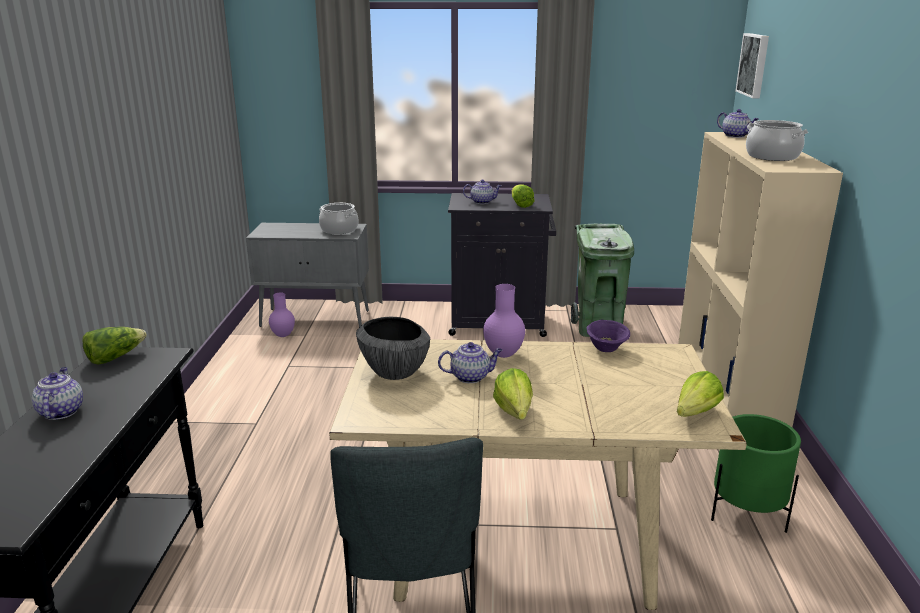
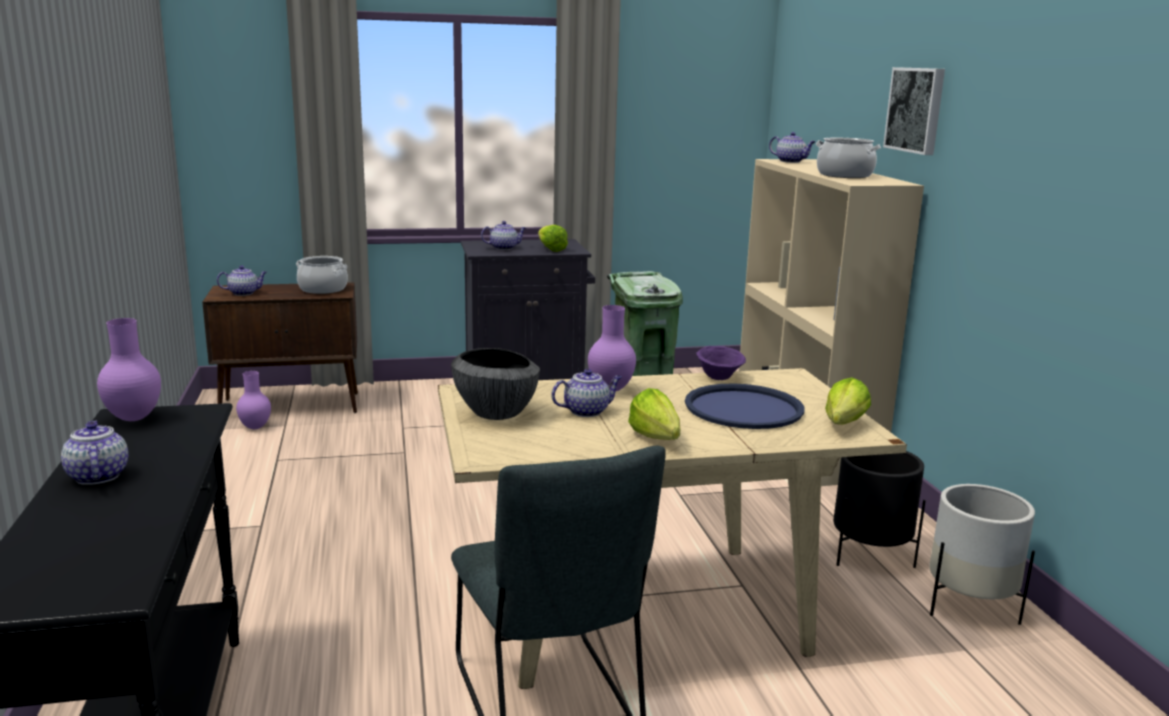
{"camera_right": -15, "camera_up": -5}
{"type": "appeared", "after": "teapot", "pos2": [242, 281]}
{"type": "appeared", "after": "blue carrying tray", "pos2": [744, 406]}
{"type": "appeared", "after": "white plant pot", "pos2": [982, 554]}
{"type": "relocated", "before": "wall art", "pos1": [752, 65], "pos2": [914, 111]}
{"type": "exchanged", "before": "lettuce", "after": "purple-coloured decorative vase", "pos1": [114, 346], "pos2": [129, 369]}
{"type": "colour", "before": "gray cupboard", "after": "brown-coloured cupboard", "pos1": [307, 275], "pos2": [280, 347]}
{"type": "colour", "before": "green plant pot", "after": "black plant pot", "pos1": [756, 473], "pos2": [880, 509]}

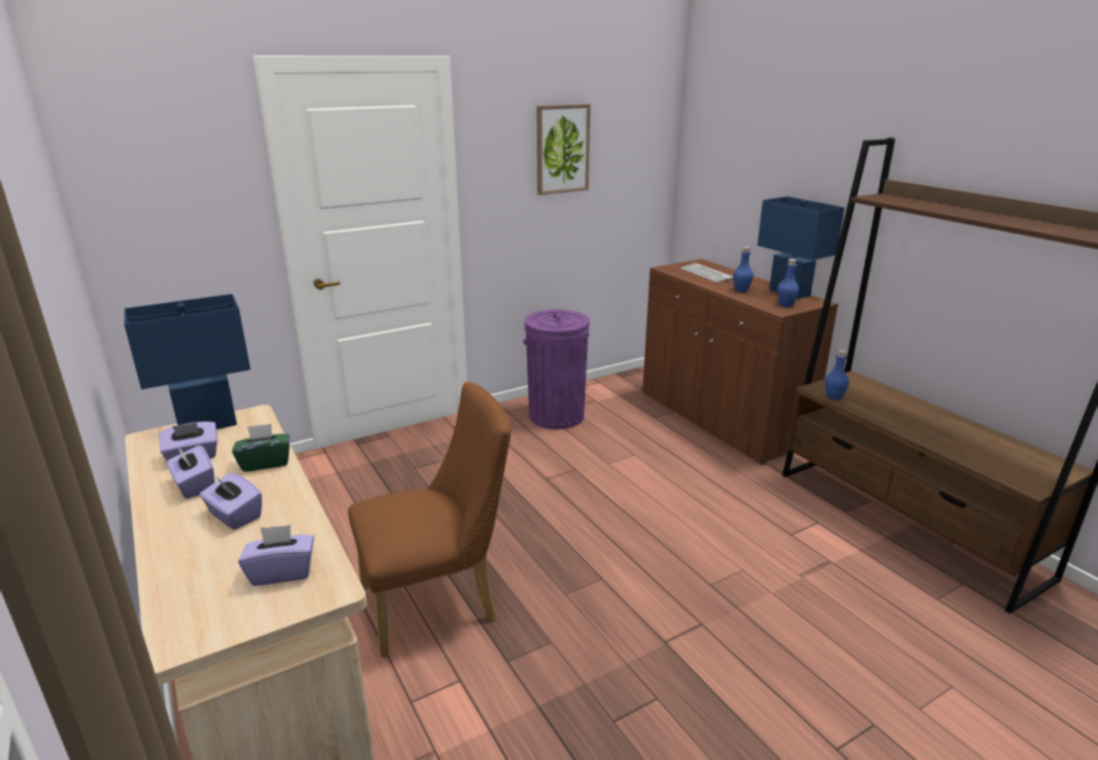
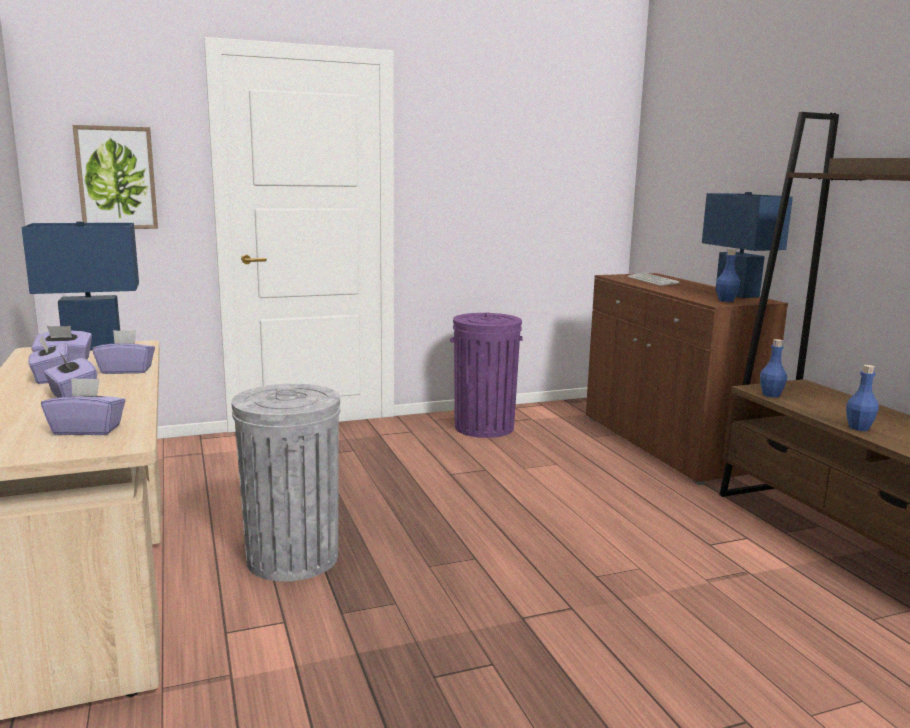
{"camera_right": 10, "camera_up": -10}
{"type": "relocated", "before": "wall art", "pos1": [563, 149], "pos2": [115, 177]}
{"type": "relocated", "before": "blue drink bottle", "pos1": [743, 269], "pos2": [862, 398]}
{"type": "exchanged", "before": "brown-coloured plain chair", "after": "gray rubbish bin", "pos1": [430, 520], "pos2": [285, 483]}
{"type": "colour", "before": "green tissue holder", "after": "purple-coloured tissue holder", "pos1": [261, 447], "pos2": [123, 352]}

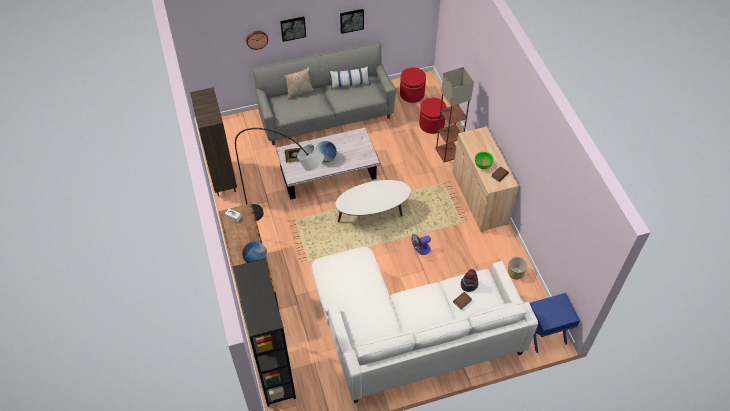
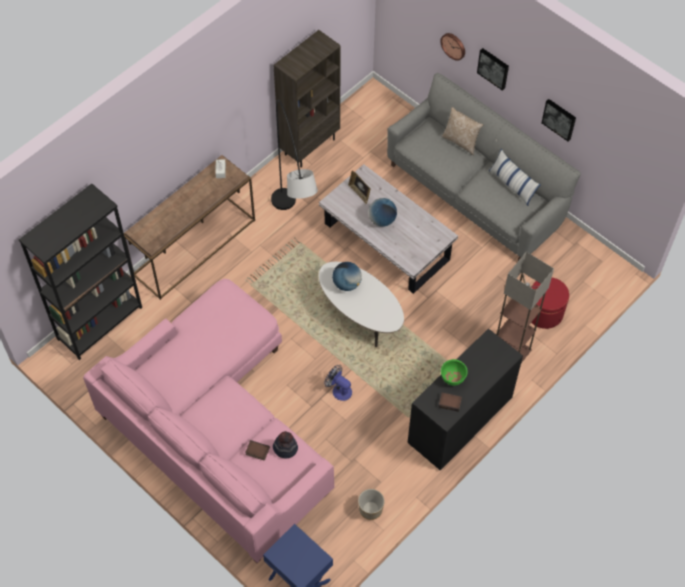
{"camera_right": 60, "camera_up": 5}
{"type": "missing", "before": "reddish footrest", "pos1": [413, 85]}
{"type": "relocated", "before": "desk globe", "pos1": [254, 252], "pos2": [347, 276]}
{"type": "colour", "before": "white sofa", "after": "pink sofa", "pos1": [425, 325], "pos2": [208, 421]}
{"type": "colour", "before": "sand-coloured cupboard", "after": "black cupboard", "pos1": [486, 179], "pos2": [465, 399]}

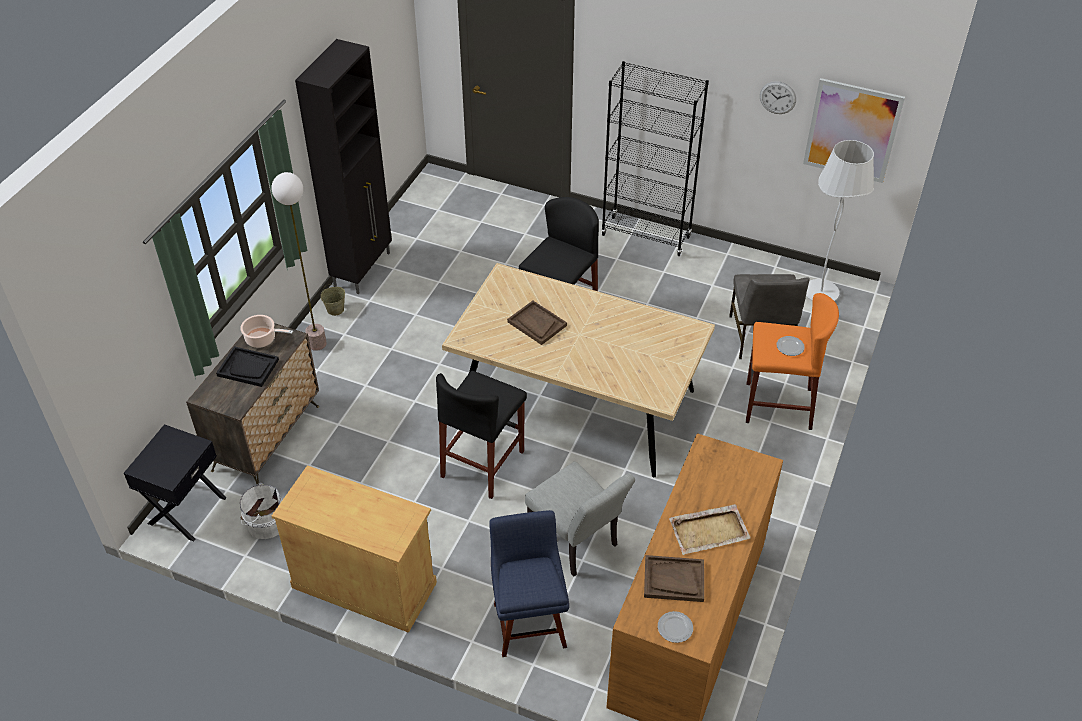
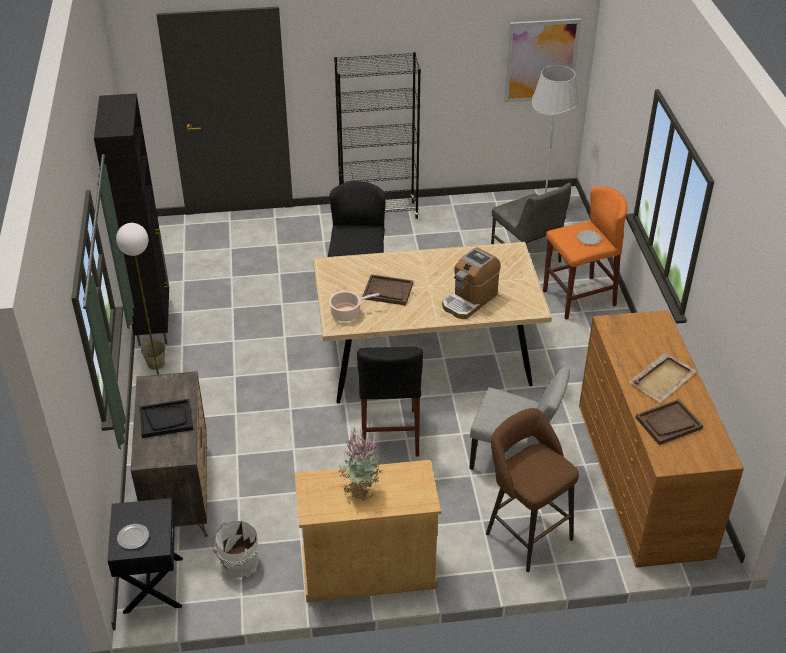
{"camera_right": -30, "camera_up": -5}
{"type": "missing", "before": "hanging clock", "pos1": [778, 97]}
{"type": "appeared", "after": "potted plant", "pos2": [361, 464]}
{"type": "appeared", "after": "coffee maker", "pos2": [471, 283]}
{"type": "relocated", "before": "stockpot", "pos1": [266, 331], "pos2": [354, 306]}
{"type": "relocated", "before": "dinner plate", "pos1": [675, 627], "pos2": [133, 536]}
{"type": "exchanged", "before": "blue plain chair", "after": "brown-coloured sitting stool", "pos1": [529, 583], "pos2": [532, 490]}

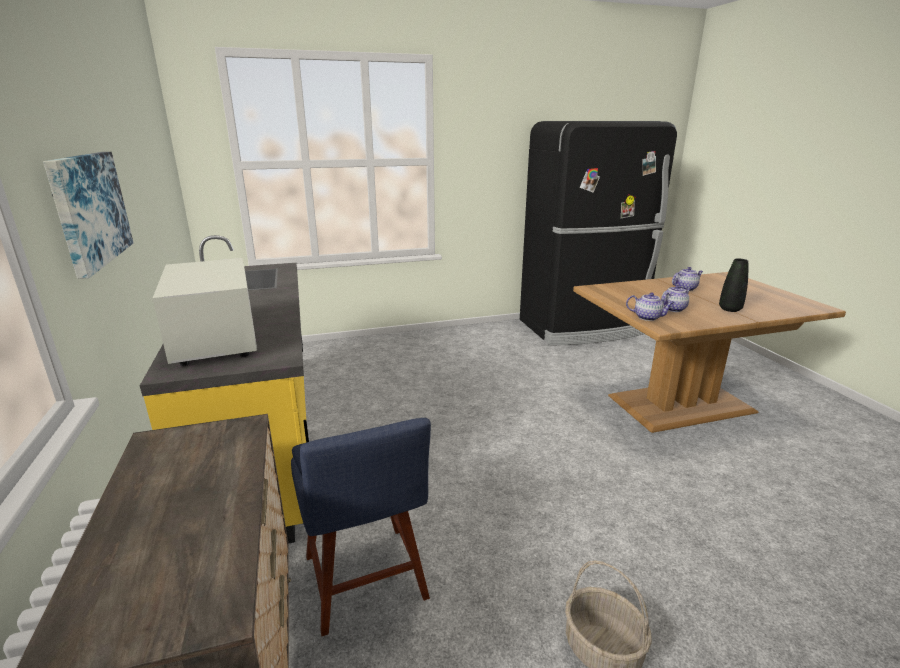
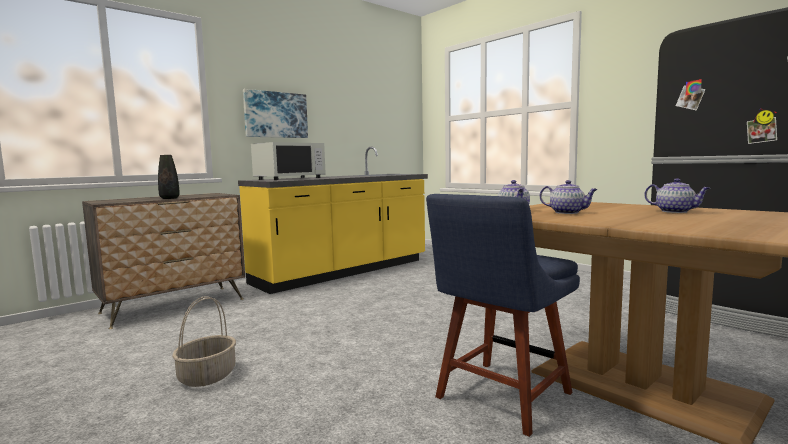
{"camera_right": 65, "camera_up": -15}
{"type": "relocated", "before": "blue plain chair", "pos1": [361, 527], "pos2": [503, 315]}
{"type": "relocated", "before": "black decorative vase", "pos1": [733, 285], "pos2": [169, 177]}

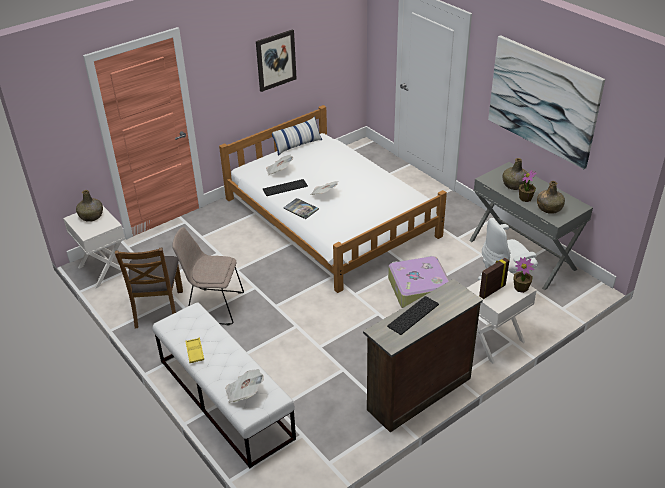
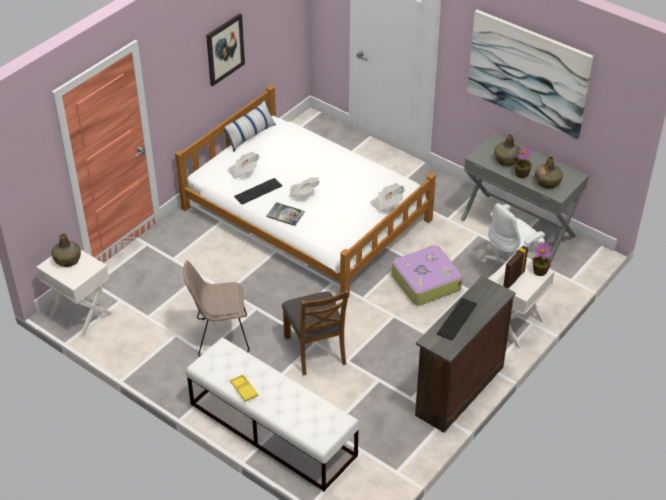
{"camera_right": -15, "camera_up": 5}
{"type": "relocated", "before": "brown-coloured plain chair", "pos1": [149, 288], "pos2": [315, 332]}
{"type": "relocated", "before": "printed paper", "pos1": [244, 386], "pos2": [387, 197]}

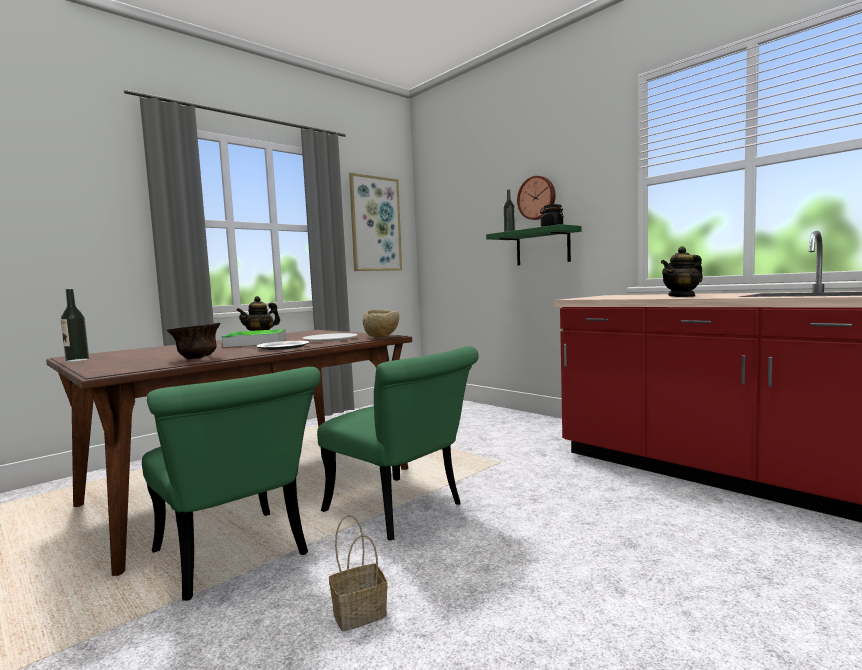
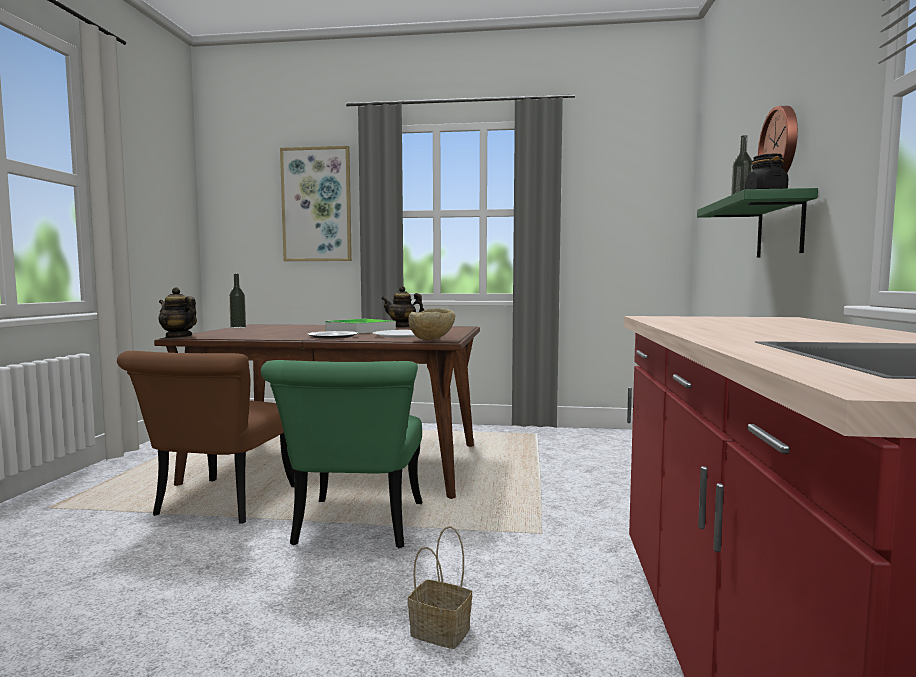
{"camera_right": 50, "camera_up": 0}
{"type": "missing", "before": "brown-coloured deep dish", "pos1": [193, 341]}
{"type": "relocated", "before": "household basket", "pos1": [358, 573], "pos2": [440, 587]}
{"type": "relocated", "before": "wall art", "pos1": [375, 222], "pos2": [316, 203]}
{"type": "relocated", "before": "teapot", "pos1": [682, 271], "pos2": [177, 312]}
{"type": "colour", "before": "green plain chair", "after": "brown-coloured plain chair", "pos1": [231, 484], "pos2": [206, 437]}

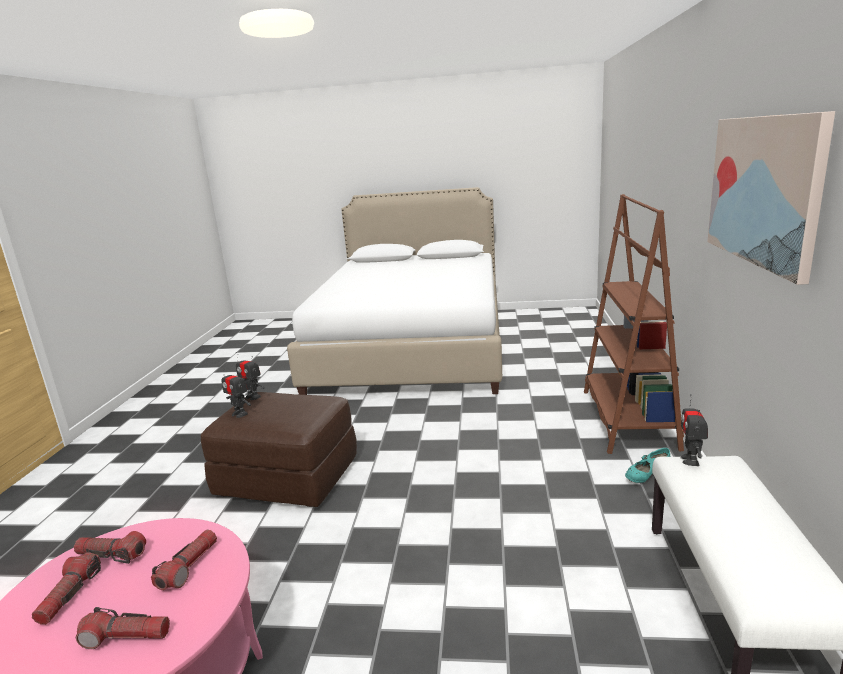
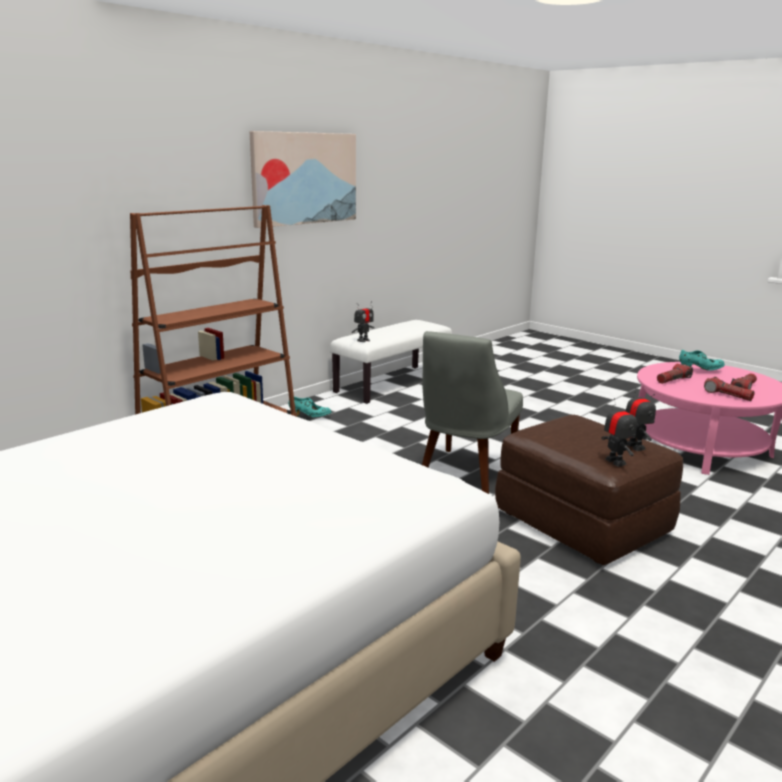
{"camera_right": -145, "camera_up": 0}
{"type": "appeared", "after": "gray plain chair", "pos2": [472, 412]}
{"type": "exchanged", "before": "torch", "after": "turquoise-coloured low shoe", "pos1": [123, 628], "pos2": [702, 360]}

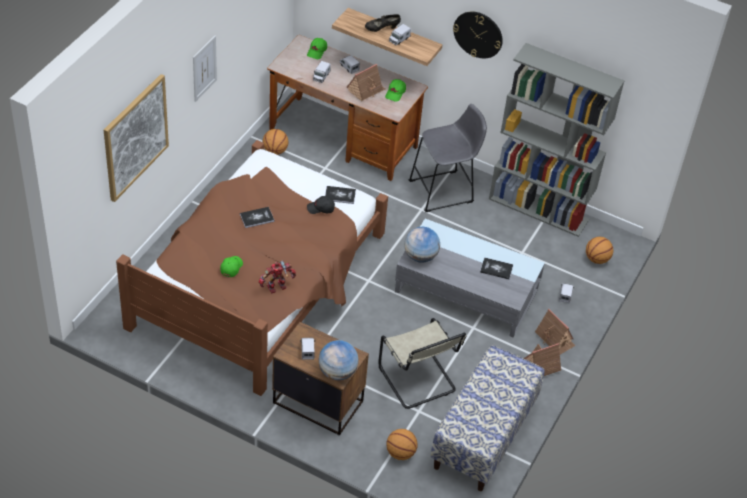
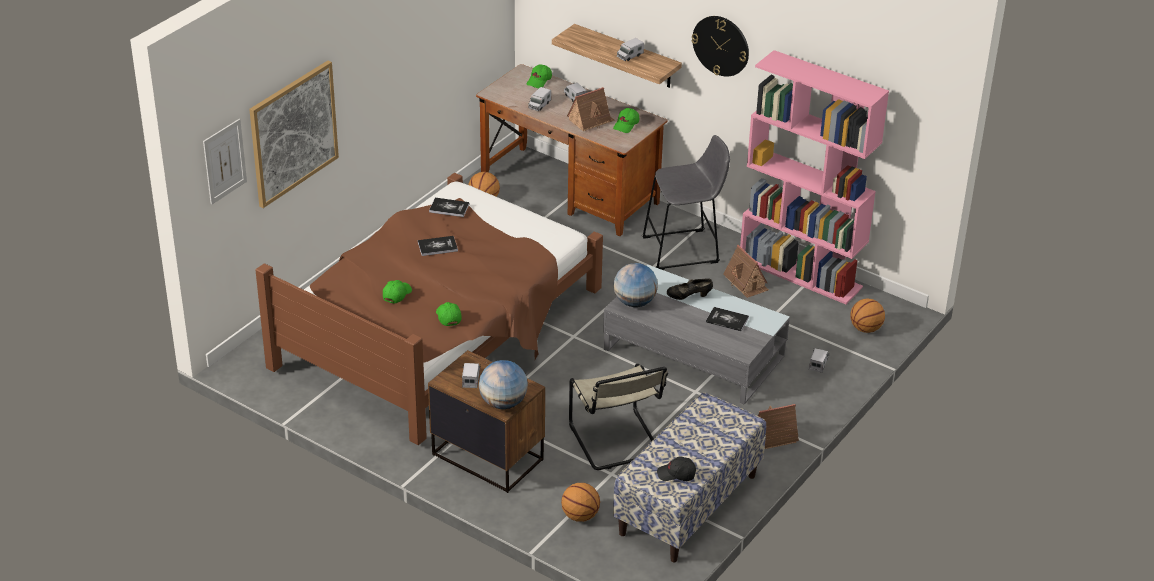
{"camera_right": 10, "camera_up": -10}
{"type": "relocated", "before": "wall art", "pos1": [205, 69], "pos2": [225, 162]}
{"type": "relocated", "before": "black peaked cap", "pos1": [321, 205], "pos2": [676, 469]}
{"type": "relocated", "before": "book", "pos1": [340, 195], "pos2": [449, 207]}
{"type": "relocated", "before": "black low shoe", "pos1": [383, 23], "pos2": [690, 289]}
{"type": "relocated", "before": "miniature house", "pos1": [555, 331], "pos2": [746, 271]}
{"type": "exchanged", "before": "robot figure", "after": "green peaked cap", "pos1": [277, 277], "pos2": [449, 314]}
{"type": "colour", "before": "gray bookshelf", "after": "pink bookshelf", "pos1": [556, 140], "pos2": [814, 177]}

